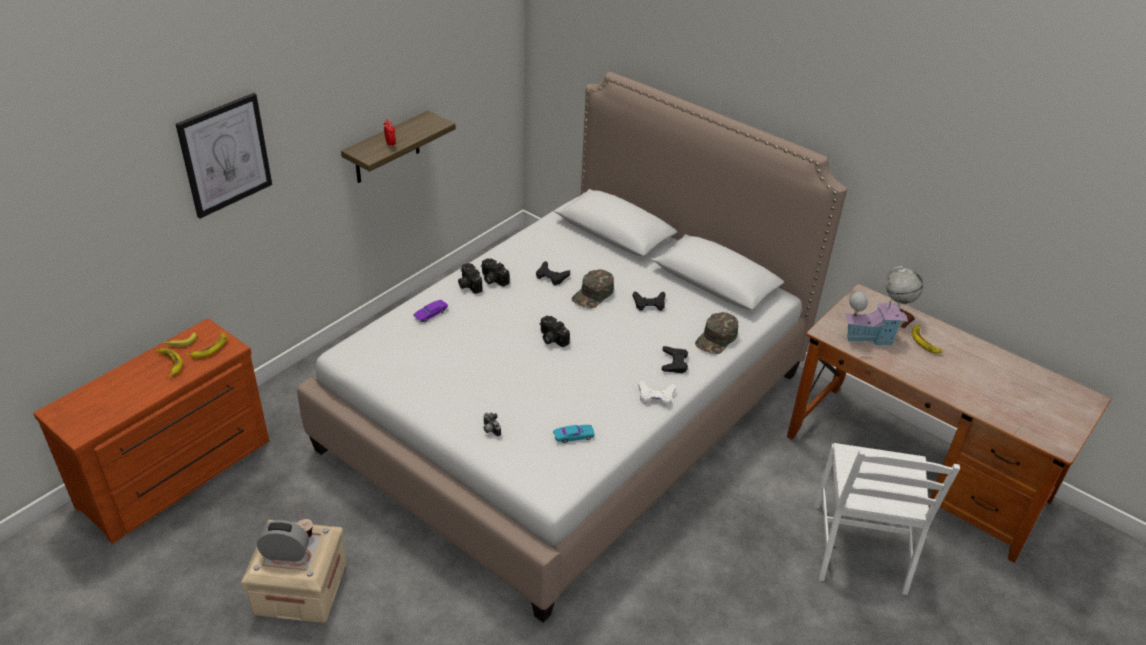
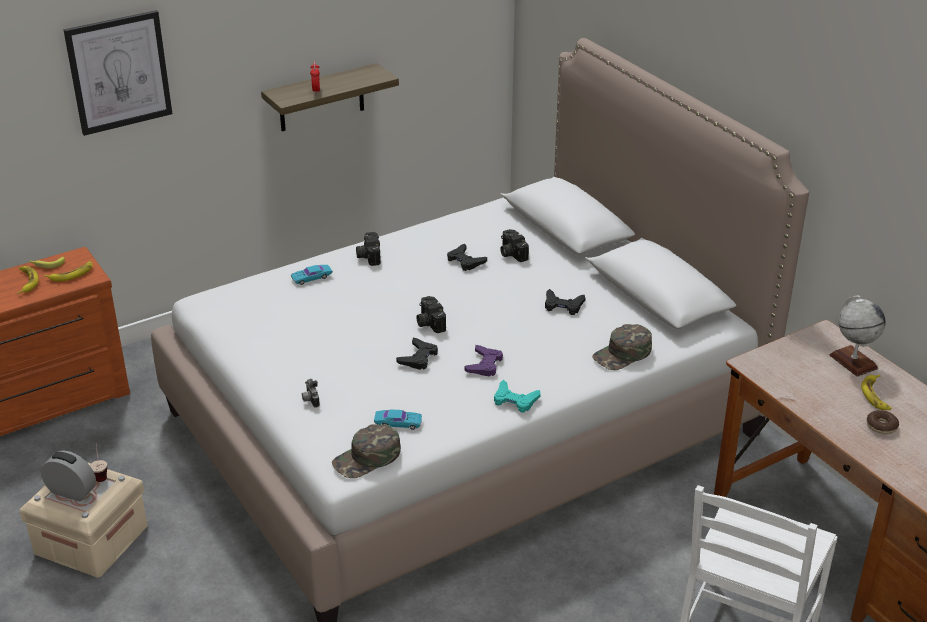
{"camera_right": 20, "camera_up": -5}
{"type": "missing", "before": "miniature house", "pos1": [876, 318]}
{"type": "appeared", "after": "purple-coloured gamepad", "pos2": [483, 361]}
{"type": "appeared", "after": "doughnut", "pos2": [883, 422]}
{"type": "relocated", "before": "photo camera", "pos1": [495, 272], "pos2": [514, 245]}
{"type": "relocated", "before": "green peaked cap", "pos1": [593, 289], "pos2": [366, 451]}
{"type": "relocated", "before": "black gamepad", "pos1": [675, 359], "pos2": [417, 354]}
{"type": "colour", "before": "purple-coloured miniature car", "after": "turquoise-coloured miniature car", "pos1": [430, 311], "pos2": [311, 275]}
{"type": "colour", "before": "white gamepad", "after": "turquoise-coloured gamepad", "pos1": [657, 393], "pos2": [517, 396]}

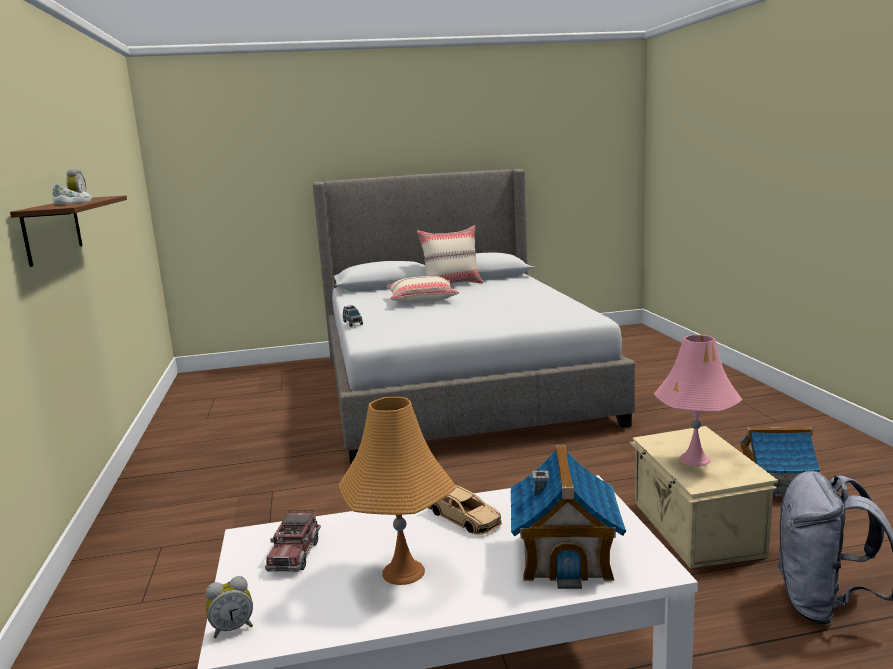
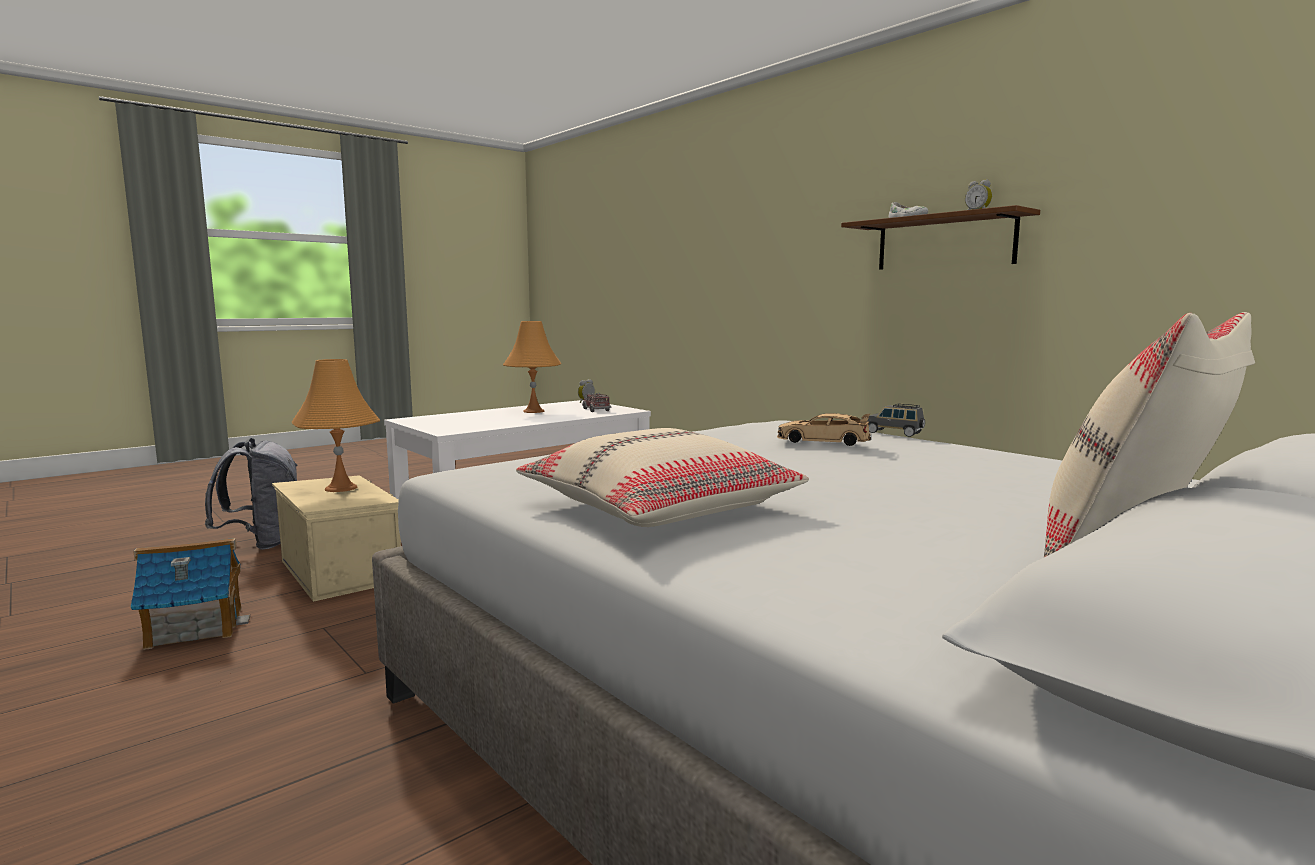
{"camera_right": 150, "camera_up": -5}
{"type": "missing", "before": "miniature house", "pos1": [568, 516]}
{"type": "relocated", "before": "sand-coloured cushion", "pos1": [422, 290], "pos2": [662, 477]}
{"type": "relocated", "before": "sand-coloured miniature car", "pos1": [465, 510], "pos2": [824, 429]}
{"type": "colour", "before": "pink table lamp", "after": "orange-coloured table lamp", "pos1": [698, 400], "pos2": [336, 425]}

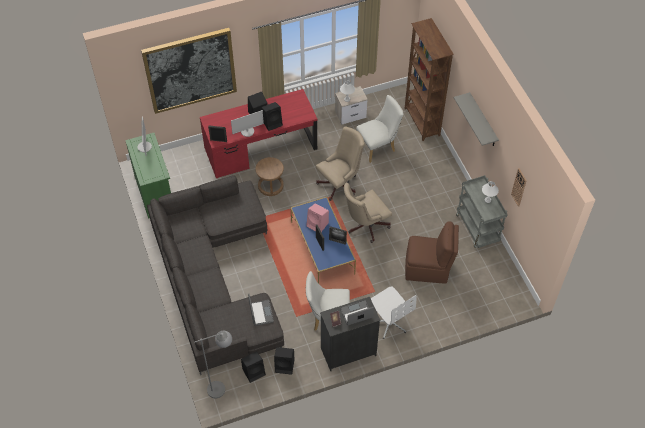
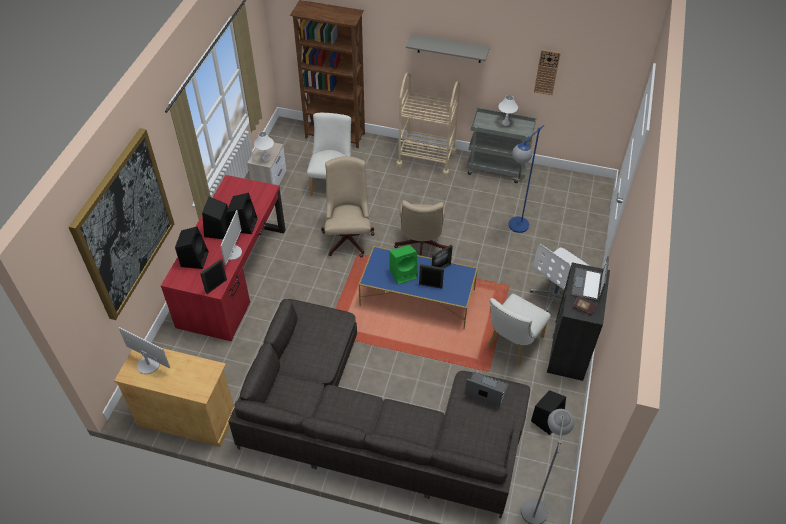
{"camera_right": -55, "camera_up": -5}
{"type": "missing", "before": "brown-coloured sitting stool", "pos1": [269, 176]}
{"type": "appeared", "after": "sand-coloured cart", "pos2": [428, 124]}
{"type": "relocated", "before": "black loudspeaker", "pos1": [253, 367], "pos2": [192, 247]}
{"type": "exchanged", "before": "brown-coloured plain chair", "after": "blue standard lamp", "pos1": [432, 252], "pos2": [526, 179]}
{"type": "colour", "before": "green cupboard", "after": "sand-coloured cupboard", "pos1": [148, 176], "pos2": [174, 397]}
{"type": "colour", "before": "pink loudspeaker", "after": "green loudspeaker", "pos1": [317, 217], "pos2": [403, 265]}
{"type": "spun", "before": "white office chair", "pos1": [394, 312], "pos2": [559, 278], "turn": 135}

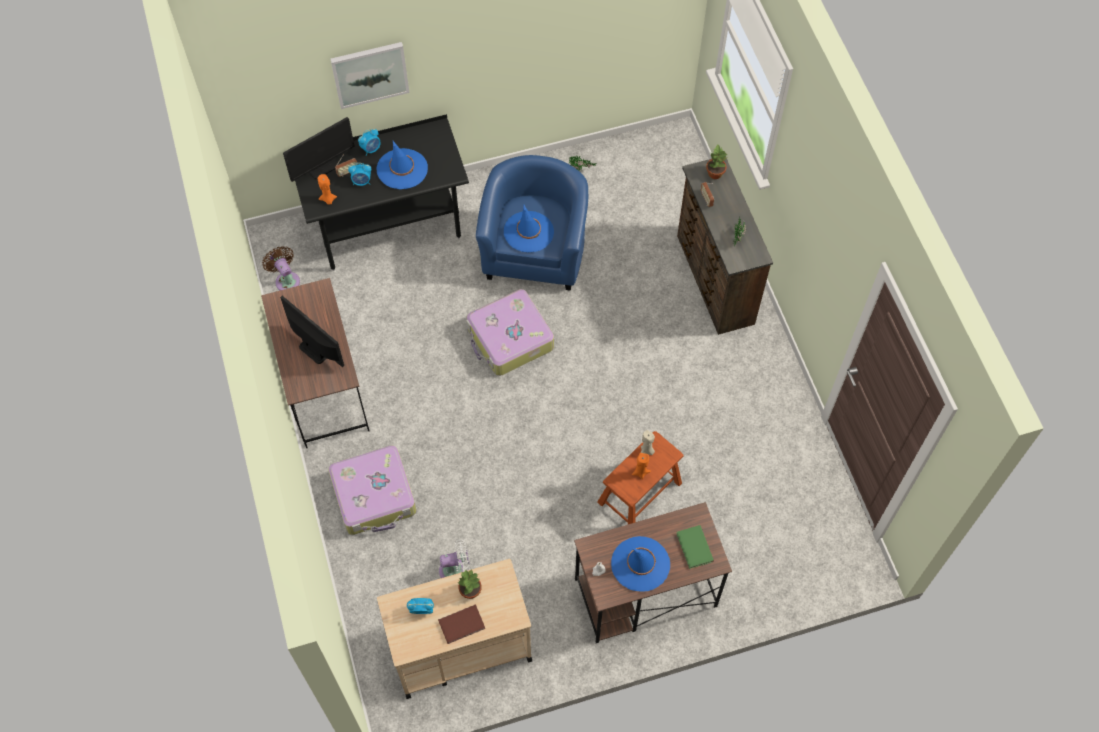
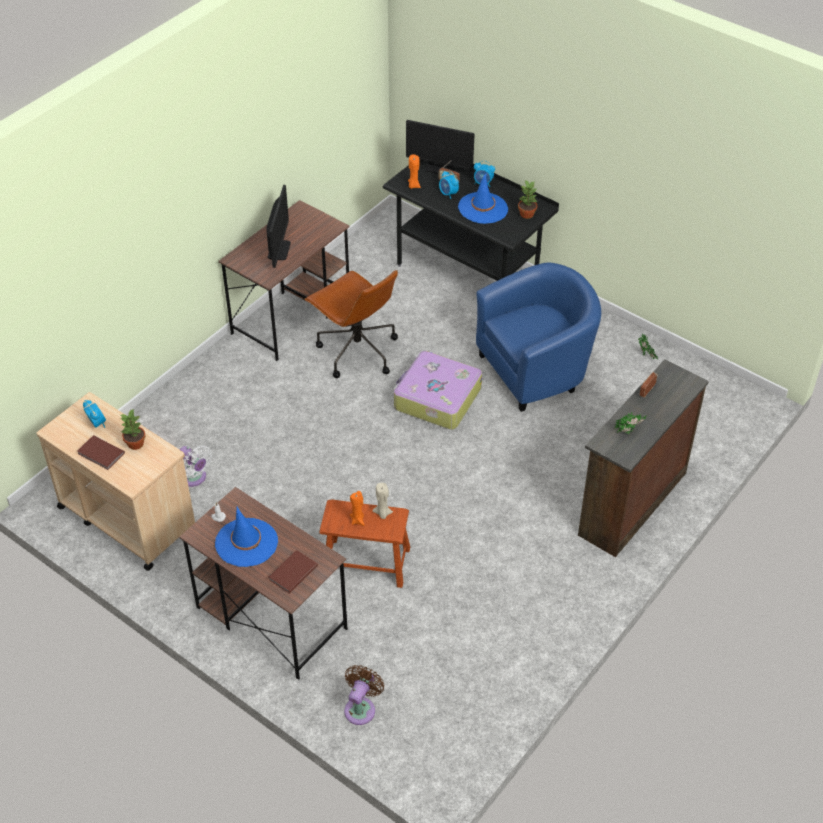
{"camera_right": 55, "camera_up": -15}
{"type": "missing", "before": "piece of luggage", "pos1": [372, 490]}
{"type": "missing", "before": "wall art", "pos1": [370, 75]}
{"type": "missing", "before": "blue clothing hat", "pos1": [529, 228]}
{"type": "appeared", "after": "brown-coloured office chair", "pos2": [351, 324]}
{"type": "relocated", "before": "brown-coloured electric fan", "pos1": [281, 268], "pos2": [364, 695]}
{"type": "relocated", "before": "potted plant", "pos1": [716, 162], "pos2": [528, 199]}
{"type": "colour", "before": "green book", "after": "brown-coloured book", "pos1": [695, 547], "pos2": [293, 572]}

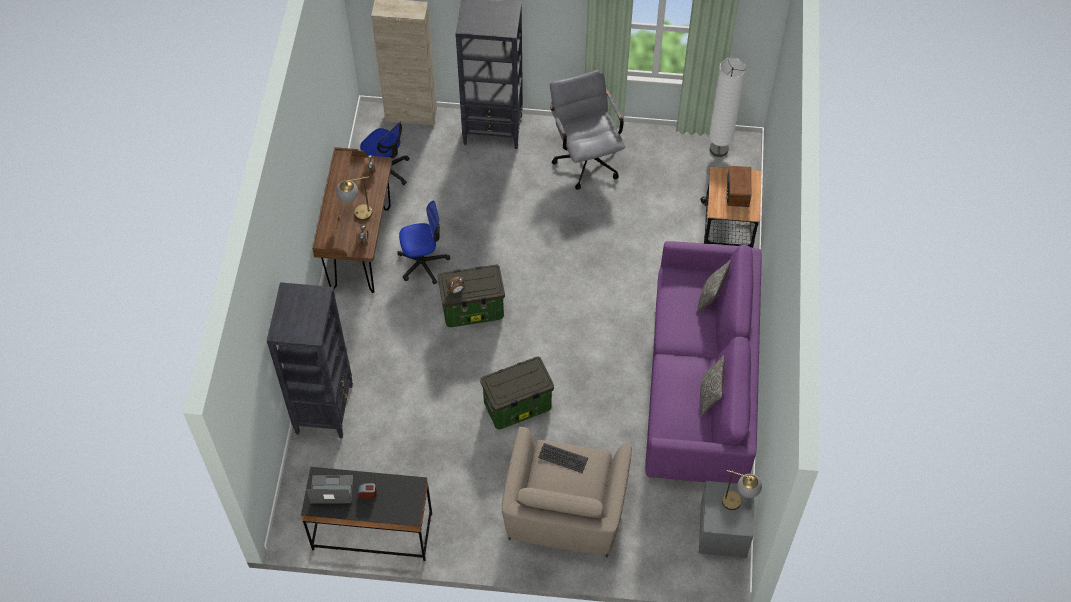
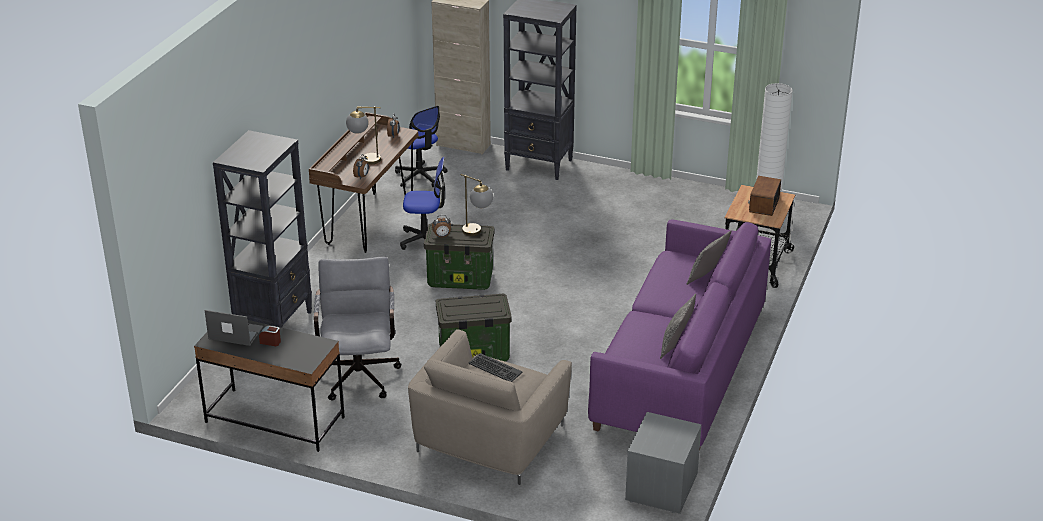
{"camera_right": 15, "camera_up": -25}
{"type": "relocated", "before": "gray office chair", "pos1": [587, 130], "pos2": [358, 329]}
{"type": "relocated", "before": "table lamp", "pos1": [742, 490], "pos2": [477, 205]}

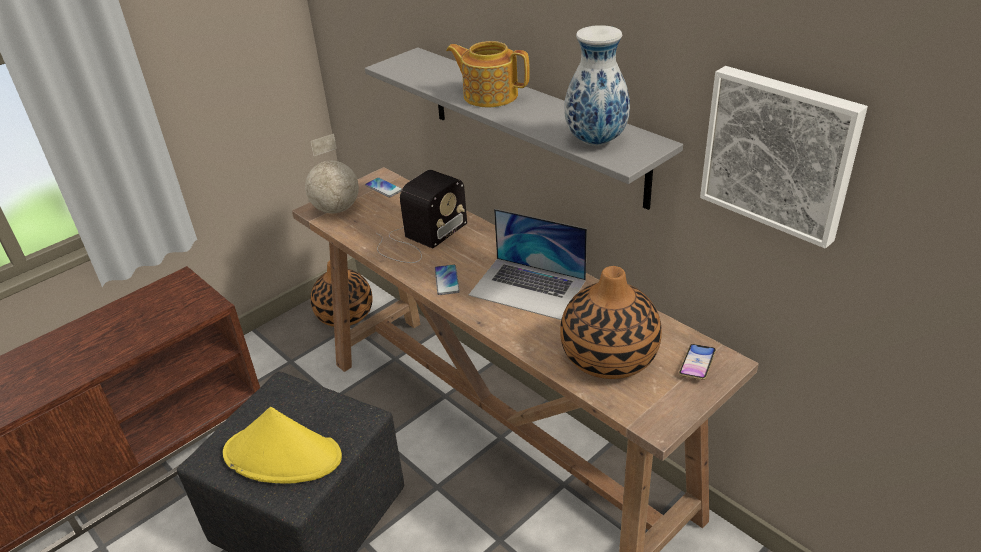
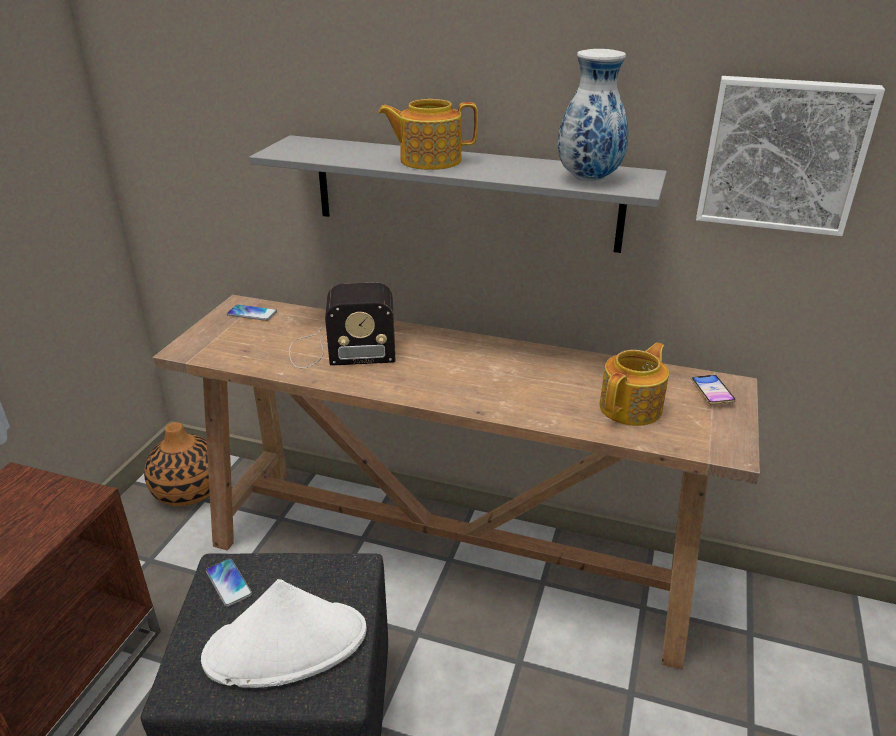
{"camera_right": -30, "camera_up": -5}
{"type": "missing", "before": "desk globe", "pos1": [332, 174]}
{"type": "missing", "before": "laptop", "pos1": [528, 264]}
{"type": "relocated", "before": "handset", "pos1": [447, 280], "pos2": [229, 582]}
{"type": "exchanged", "before": "decorative vase", "after": "teapot", "pos1": [611, 322], "pos2": [634, 384]}
{"type": "colour", "before": "yellow clothing hat", "after": "white clothing hat", "pos1": [282, 445], "pos2": [284, 633]}
{"type": "spun", "before": "radio set", "pos1": [421, 216], "pos2": [342, 325], "turn": 75}

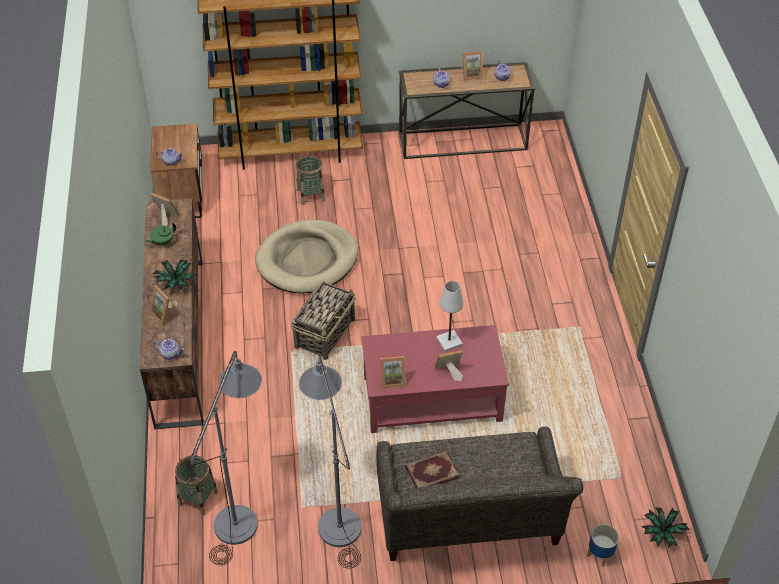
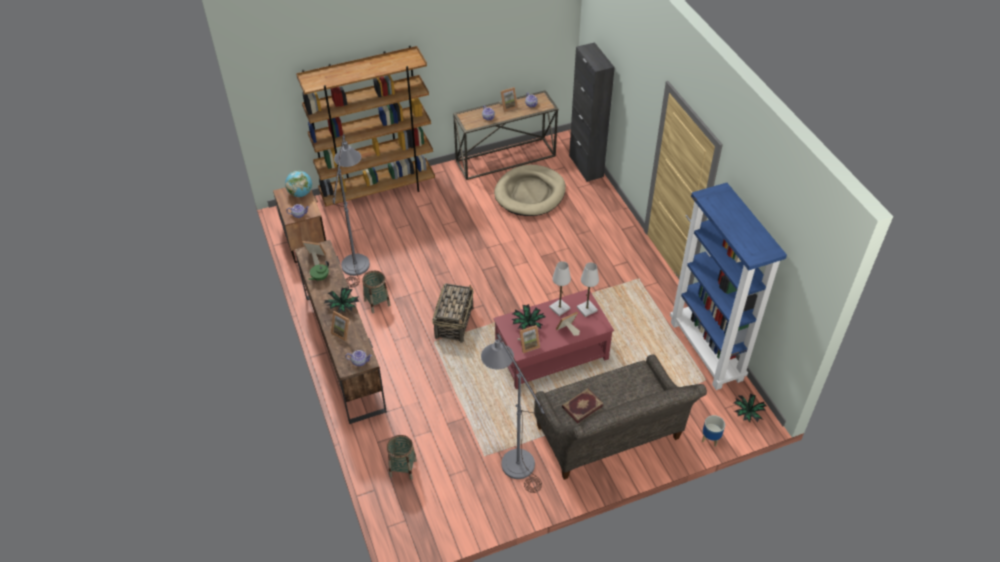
{"camera_right": -15, "camera_up": 0}
{"type": "appeared", "after": "desk globe", "pos2": [298, 183]}
{"type": "appeared", "after": "potted plant", "pos2": [528, 317]}
{"type": "appeared", "after": "black cupboard", "pos2": [592, 112]}
{"type": "appeared", "after": "white table lamp", "pos2": [588, 289]}
{"type": "appeared", "after": "blue bookshelf", "pos2": [728, 286]}
{"type": "relocated", "before": "gray standard lamp", "pos1": [225, 458], "pos2": [351, 211]}
{"type": "relocated", "before": "sand-coloured dog bed", "pos1": [306, 256], "pos2": [530, 190]}
{"type": "relocated", "before": "household basket", "pos1": [310, 180], "pos2": [376, 291]}

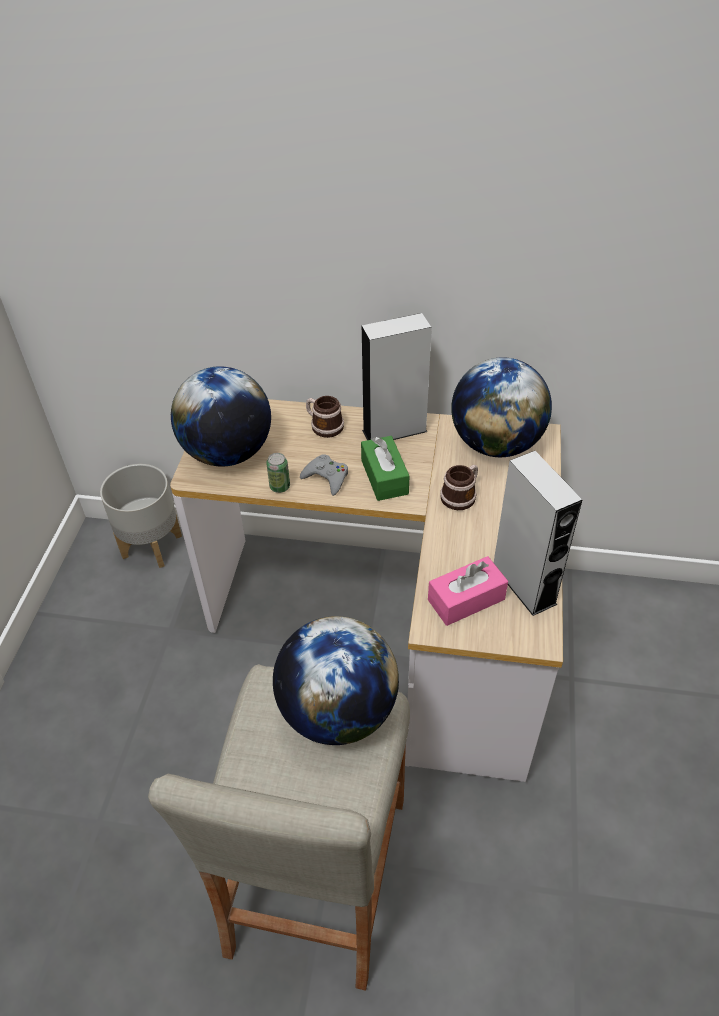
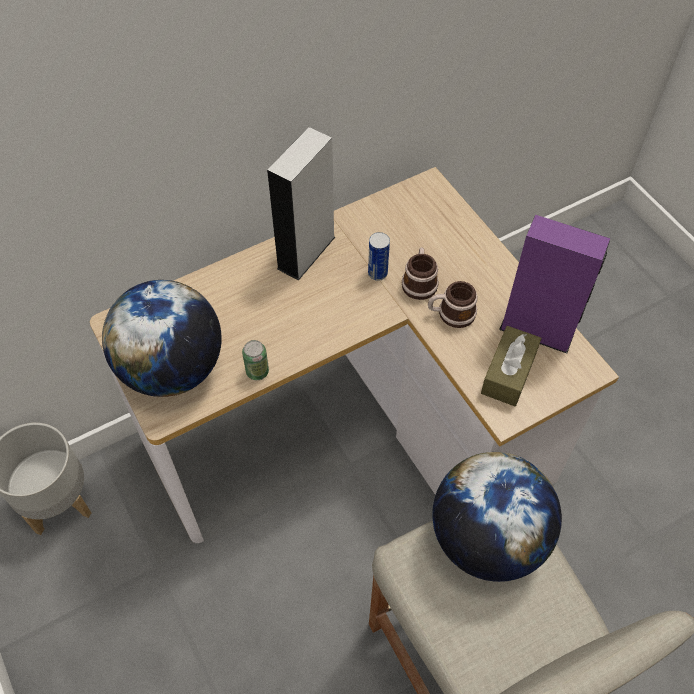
{"camera_right": -40, "camera_up": 10}
{"type": "missing", "before": "gray gamepad", "pos1": [324, 475]}
{"type": "missing", "before": "green tissue holder", "pos1": [385, 468]}
{"type": "missing", "before": "desk globe", "pos1": [501, 407]}
{"type": "appeared", "after": "sealed can", "pos2": [379, 256]}
{"type": "relocated", "before": "coffee mug", "pos1": [325, 417], "pos2": [452, 304]}
{"type": "colour", "before": "pink tissue holder", "after": "brown-coloured tissue holder", "pos1": [468, 591], "pos2": [511, 366]}
{"type": "colour", "before": "gray loudspeaker", "after": "purple-coloured loudspeaker", "pos1": [538, 533], "pos2": [554, 284]}

